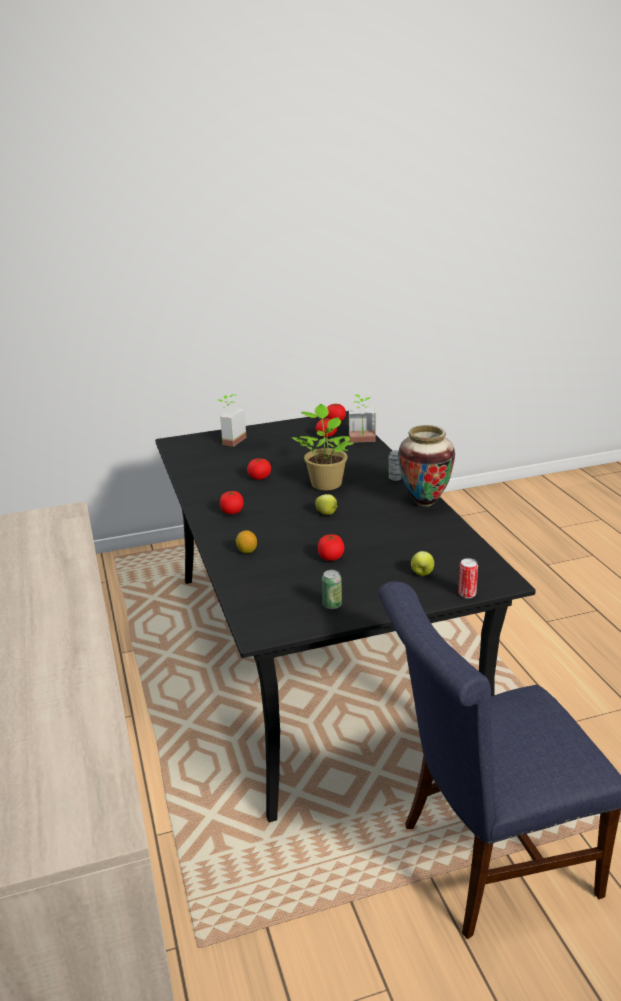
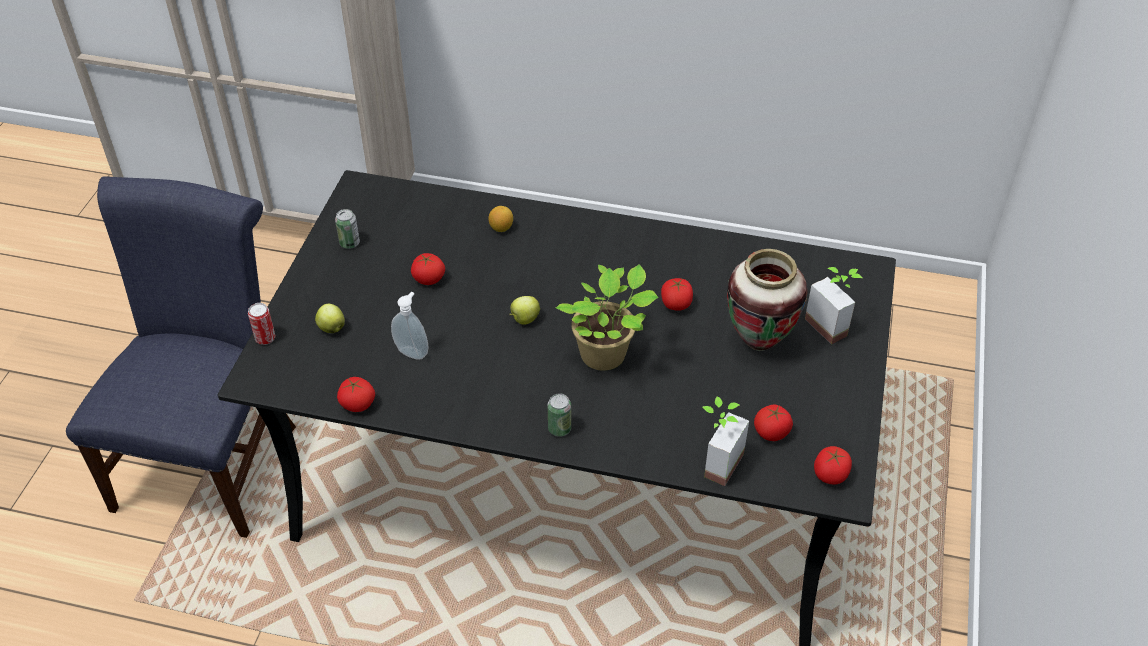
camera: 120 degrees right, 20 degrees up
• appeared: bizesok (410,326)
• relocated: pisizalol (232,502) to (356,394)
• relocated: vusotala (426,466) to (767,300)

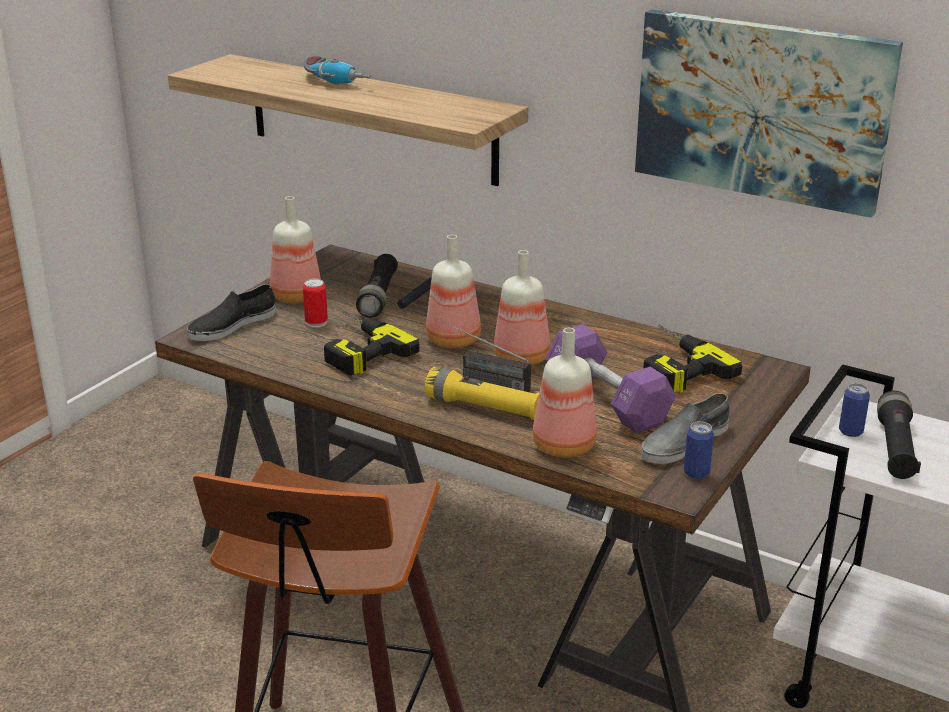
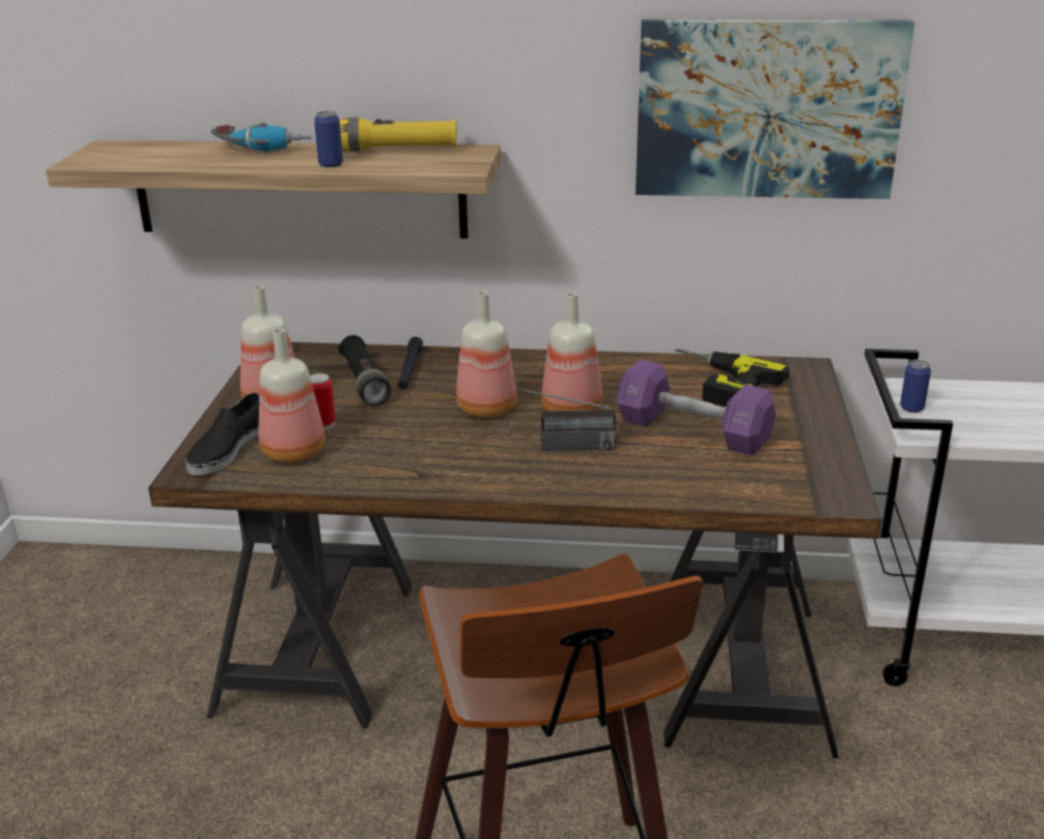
camera: 25 degrees left, 0 degrees up
• missing: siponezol (372,343)
• missing: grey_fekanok (685,428)
• missing: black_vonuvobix (899,435)
• relocated: yellow_vonuvobix (482,393) to (398,134)
• relocated: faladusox (565,393) to (292,395)
• relocated: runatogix (699,450) to (328,139)

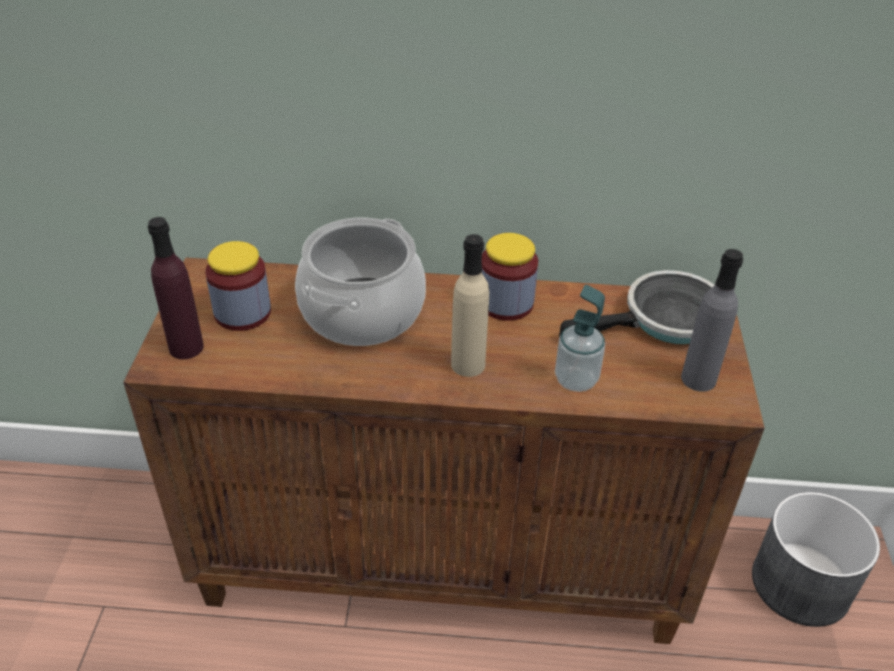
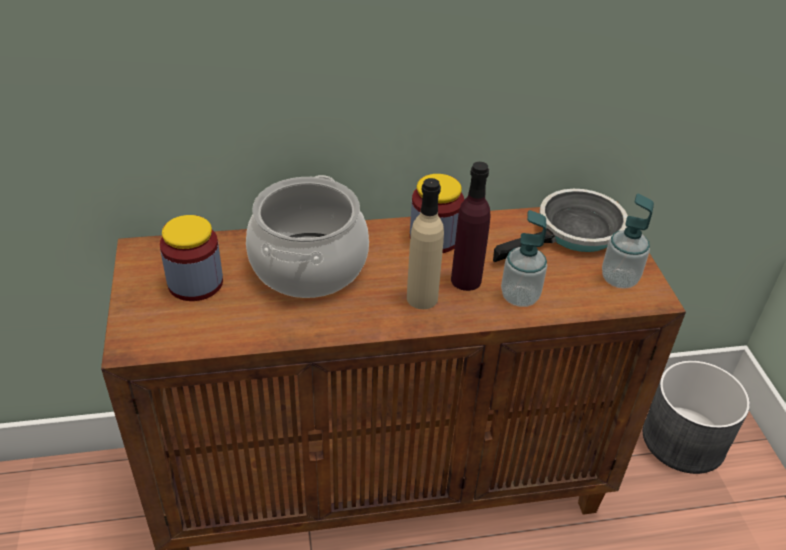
camera: 15 degrees left, 0 degrees up
• relocated: purple_faladusox (176,288) to (470,226)
• exchanged: grey_faladusox (712,320) to bizesok (628,241)

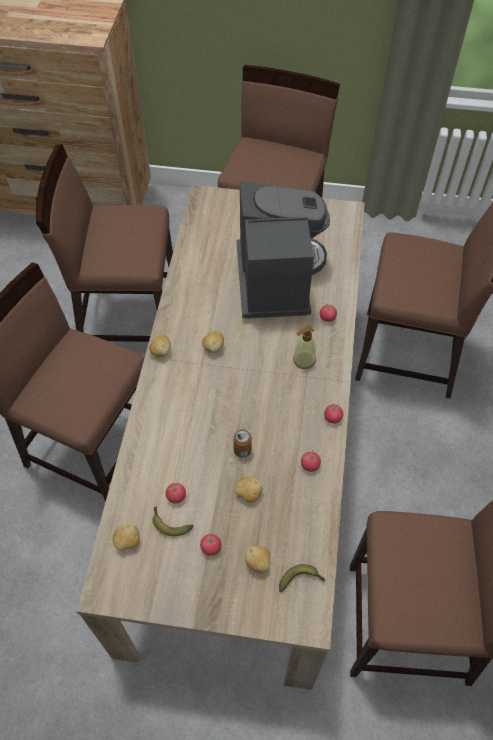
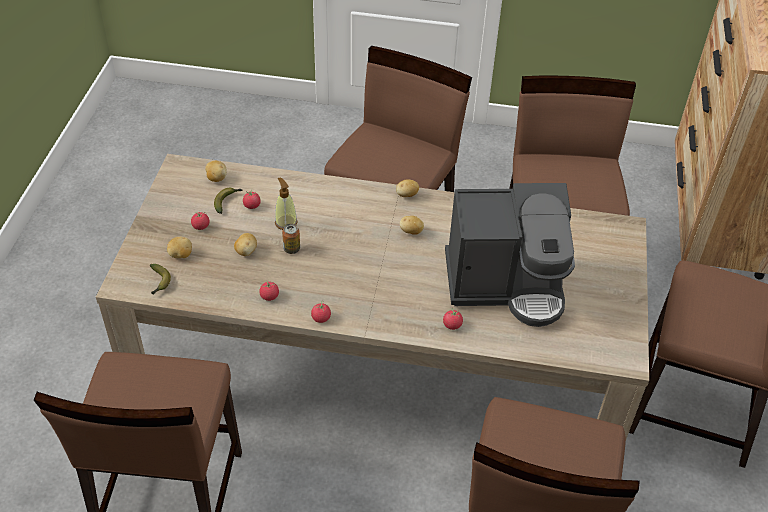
camera: 90 degrees right, 10 degrees down
• relocated: bizesok (304,347) to (286,203)

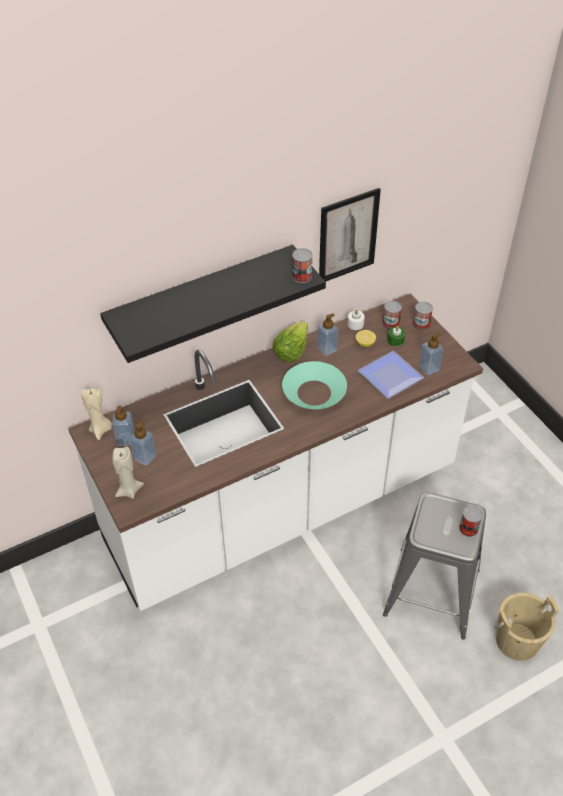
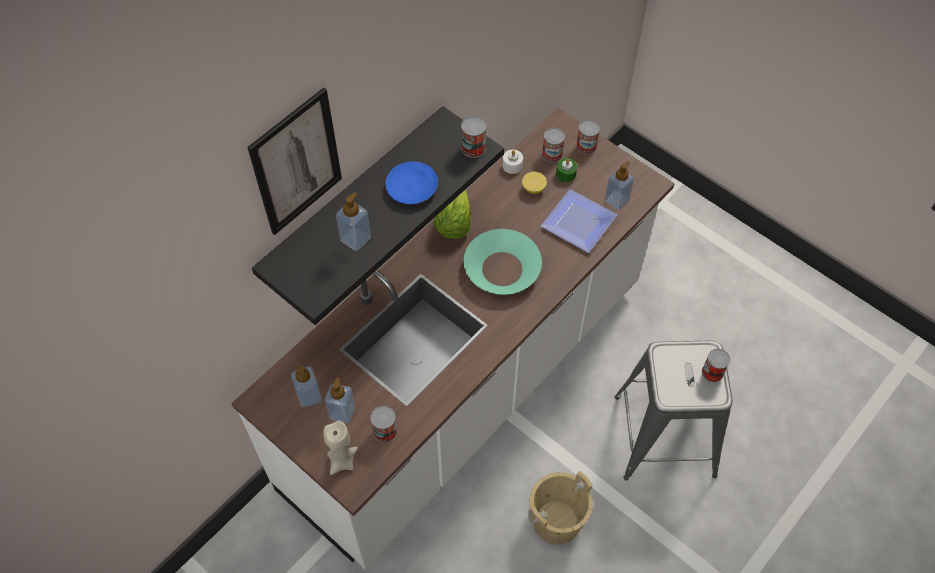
camera: 20 degrees left, 10 degrees up
• missing: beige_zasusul (96,414)
• appeared: runatogix (383,424)
• appeared: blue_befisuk (411,182)
• relocated: bizesok (328,334) to (353,221)
• relocated: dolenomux (350,234) to (294,161)
• relocated: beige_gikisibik (526,626) to (560,508)

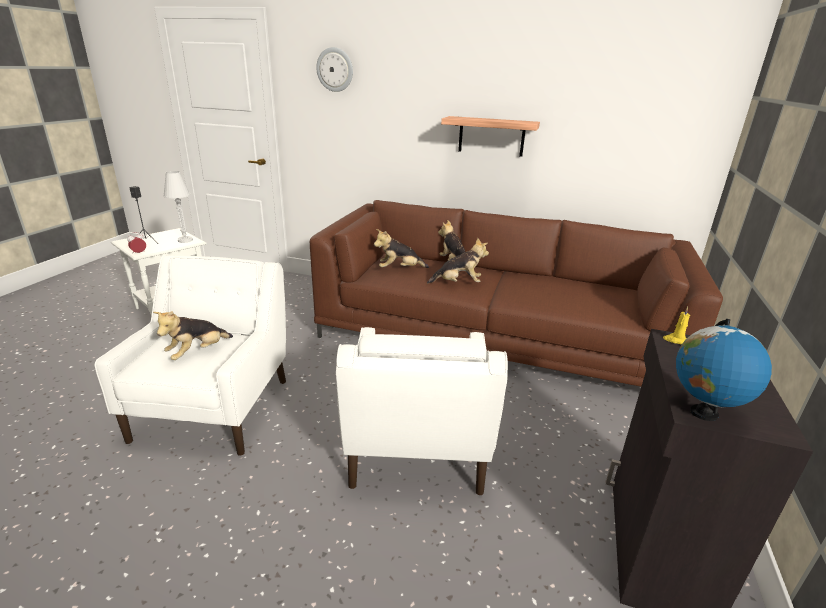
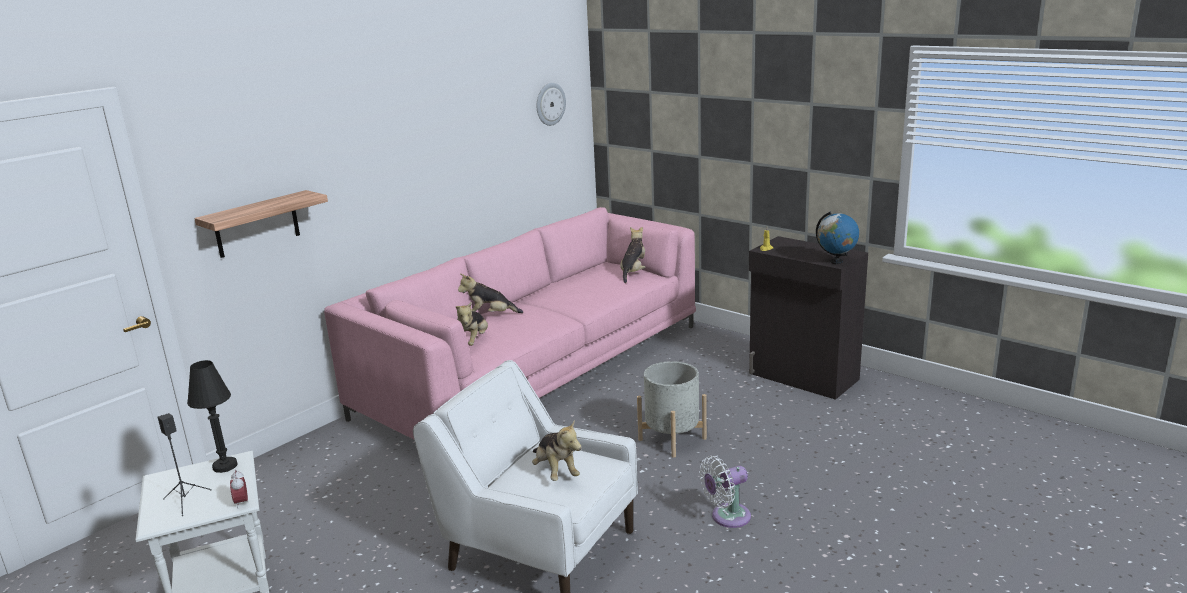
camera: 65 degrees left, 5 degrees down
• appeared: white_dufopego (725,492)
• relocated: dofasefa (334,69) to (551,104)
• relocated: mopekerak (458,261) to (633,255)
• relocated: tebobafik (490,136) to (261,224)
• exchanged: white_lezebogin (422,411) to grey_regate (672,409)
• colour: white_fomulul (178,207) to black_fomulul (212,416)
• colour: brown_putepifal (516,293) to pink_putepifal (510,323)

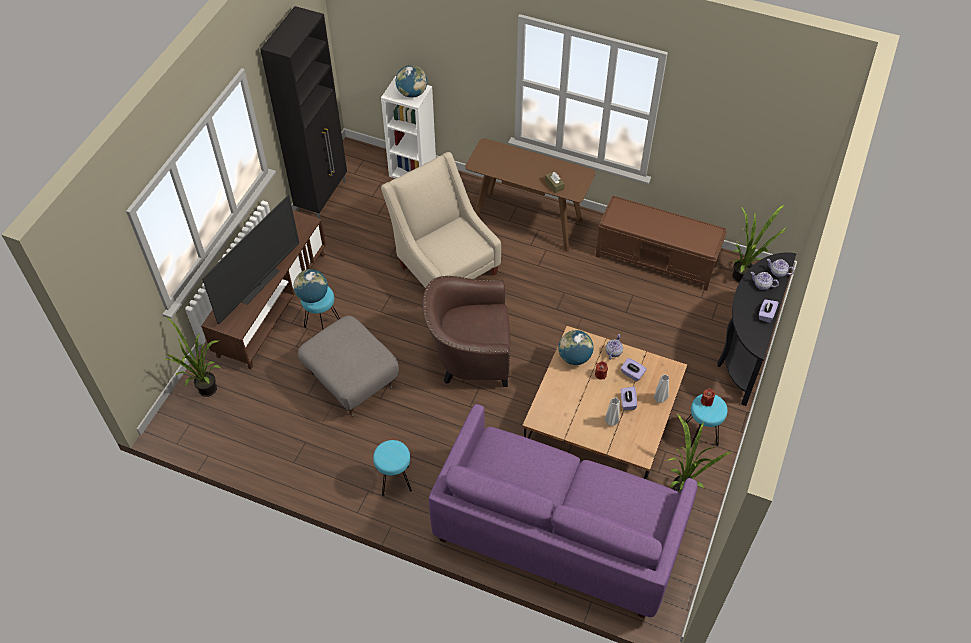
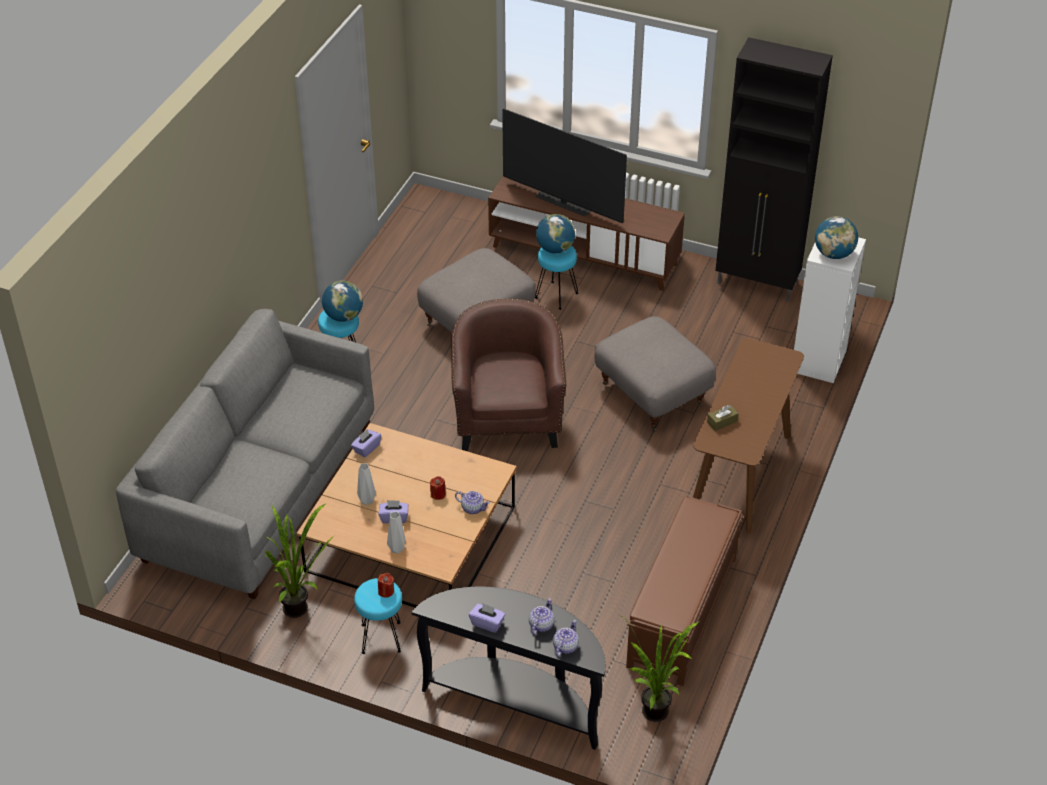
camera: 90 degrees right, 10 degrees down
• missing: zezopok (192,357)
• relocated: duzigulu (576,347) to (342,301)
• relocated: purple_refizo (634,369) to (366,443)
• exchanged: beige_lezebogin (441,220) to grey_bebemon (655,373)
• colour: purple_putepifal (563,511) to grey_putepifal (245,454)

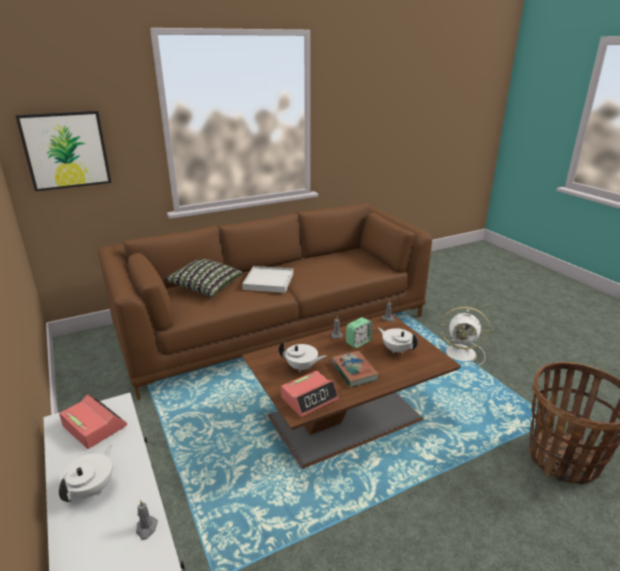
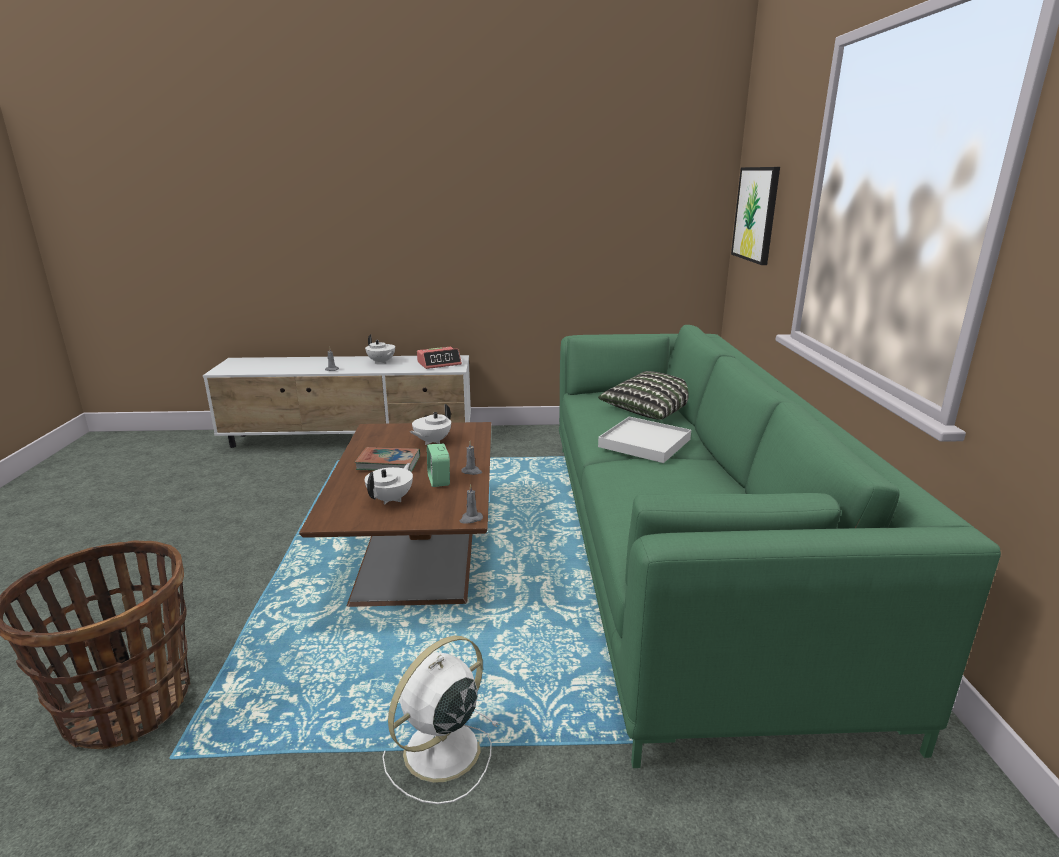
camera: 115 degrees right, 5 degrees down
• missing: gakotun (310,394)
• colour: brown_putepifal (265,301) to green_putepifal (780,546)
• spun: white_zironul (398,340) = (389,484) 45 degrees counterclockwise

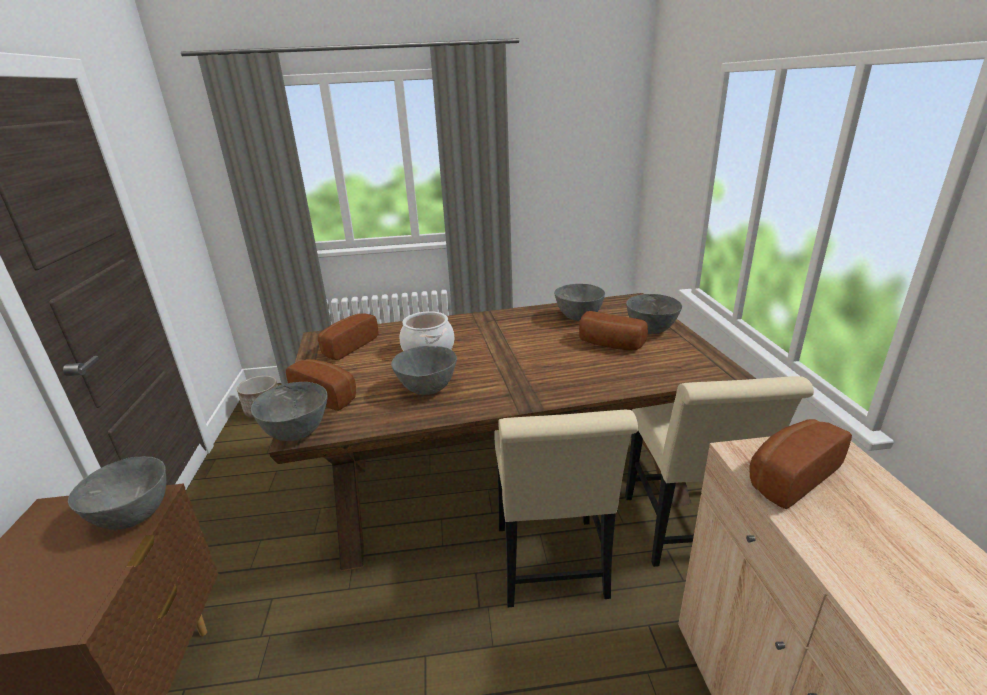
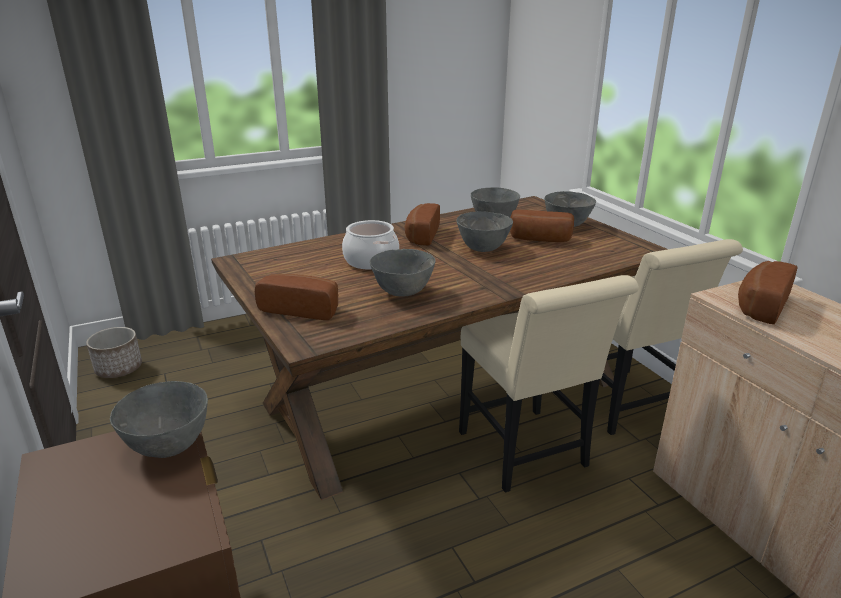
camera: 20 degrees left, 0 degrees up
• relocated: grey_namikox (289,411) to (485,231)
• relocated: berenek (348,336) to (422,224)

